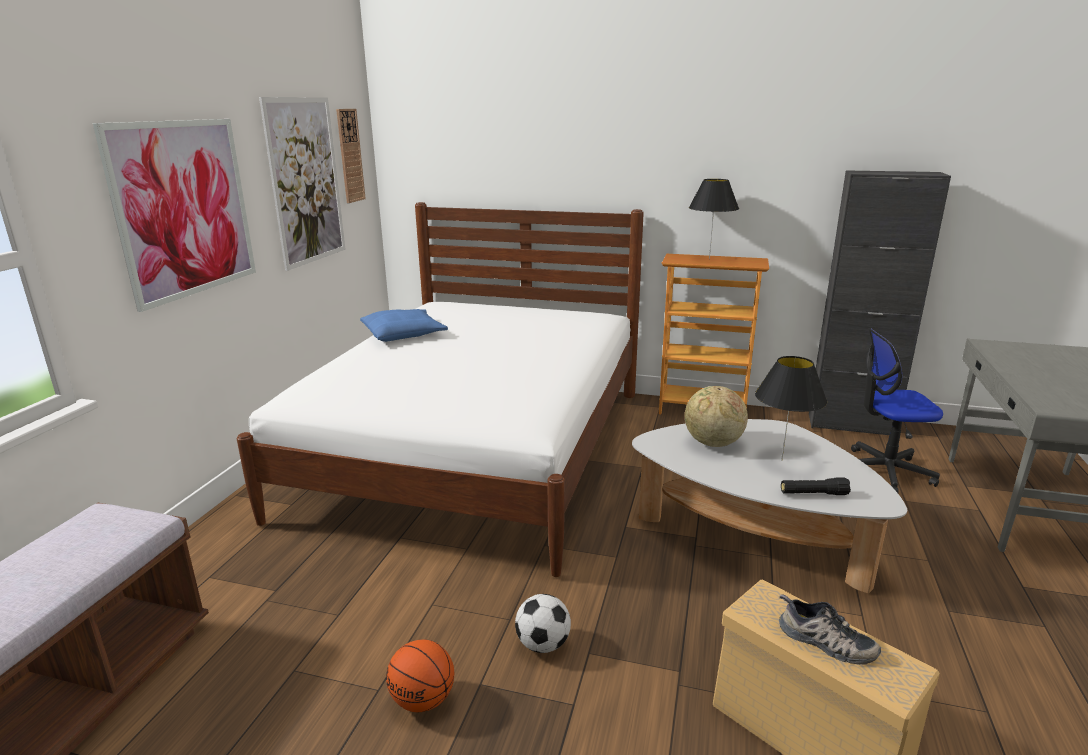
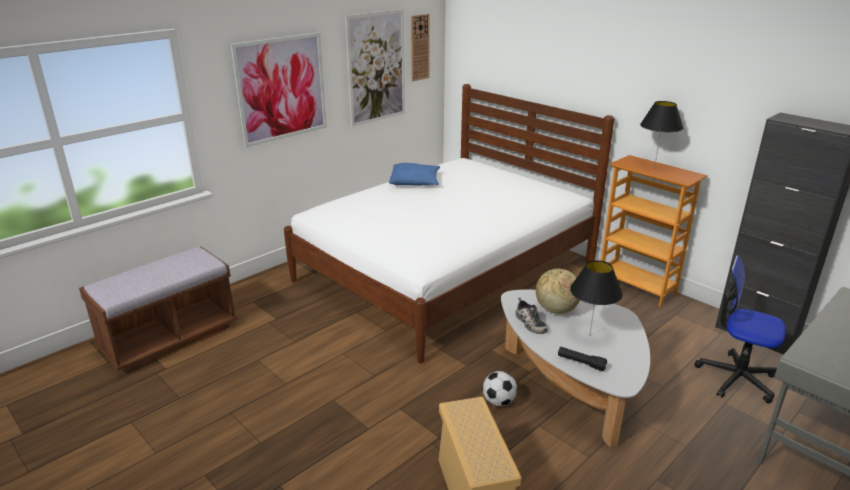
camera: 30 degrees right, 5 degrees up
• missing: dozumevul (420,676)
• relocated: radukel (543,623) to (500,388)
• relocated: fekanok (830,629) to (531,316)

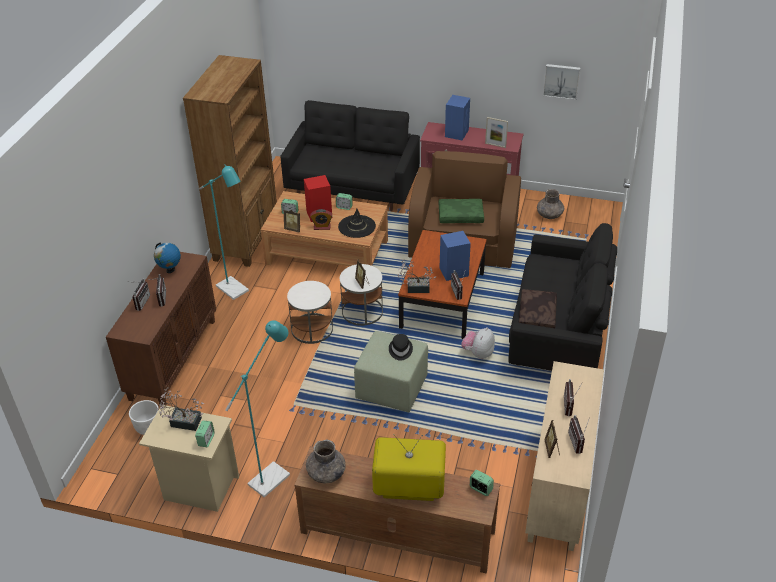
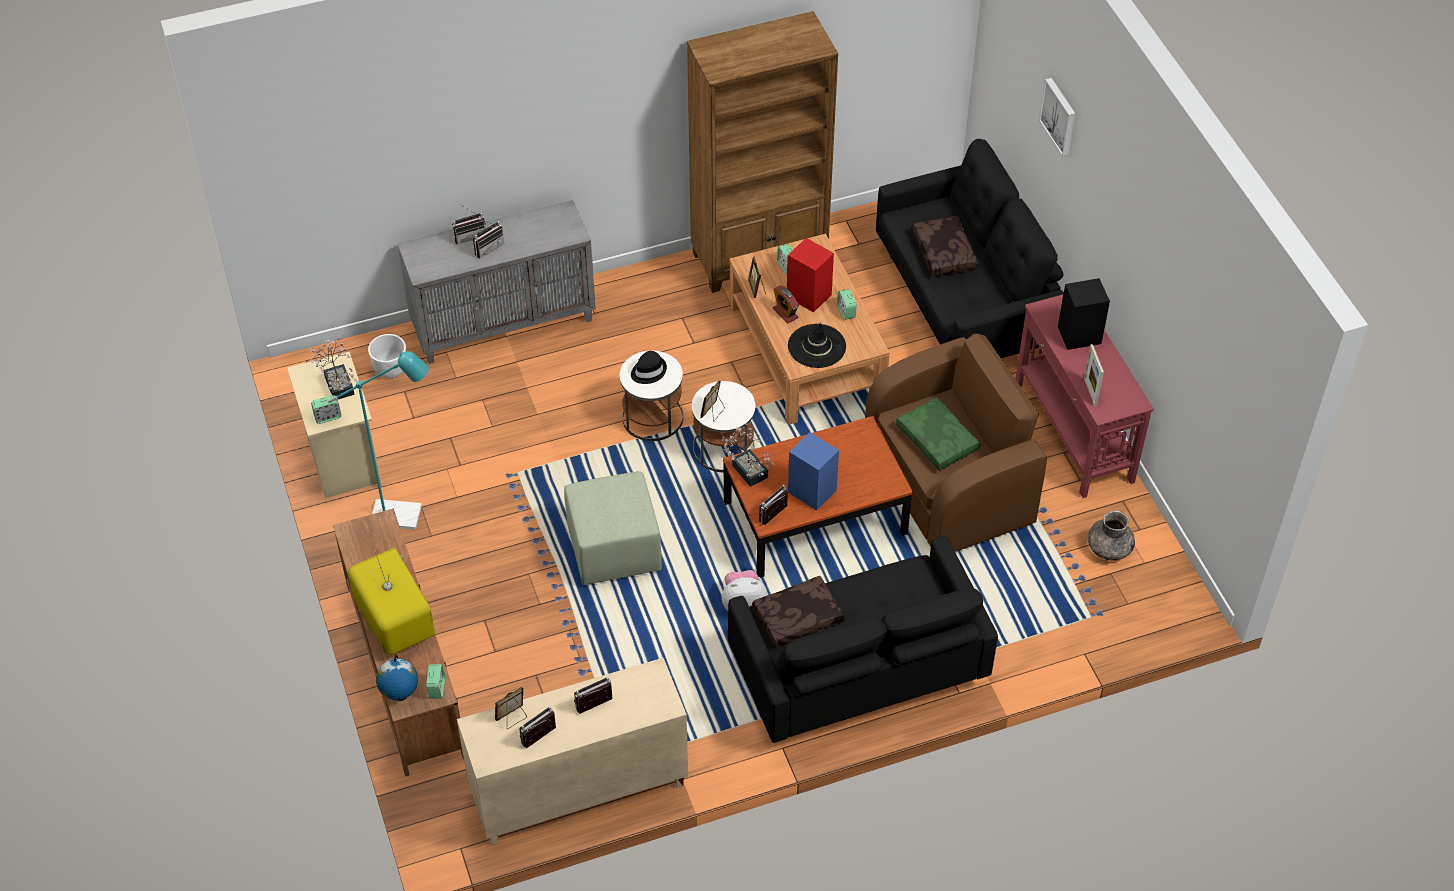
camera: 55 degrees right, 10 degrees up
• missing: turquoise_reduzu (224,232)
• missing: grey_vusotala (326,461)
• appeared: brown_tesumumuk (945,246)
• relocated: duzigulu (167,258) to (397,678)
• relocated: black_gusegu (401,347) to (649,367)
• relocated: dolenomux (562,82) to (1057,117)
• colour: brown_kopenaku (161,329) to grey_kopenaku (497,282)
• colour: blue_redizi (457,117) to black_redizi (1084,314)

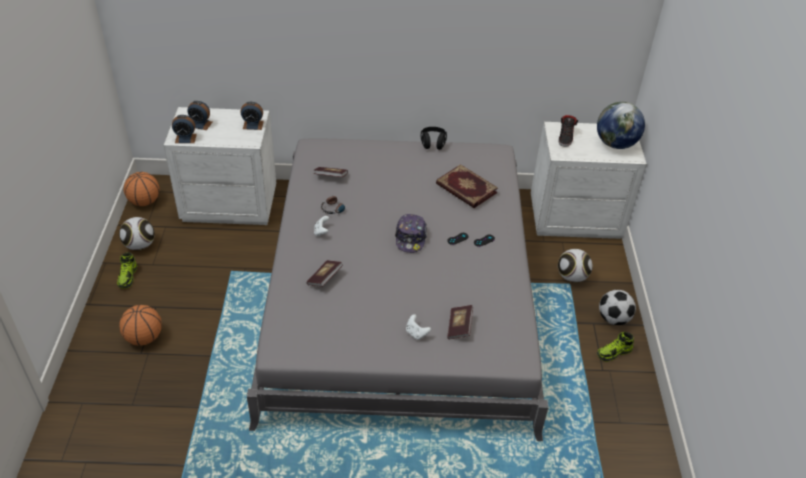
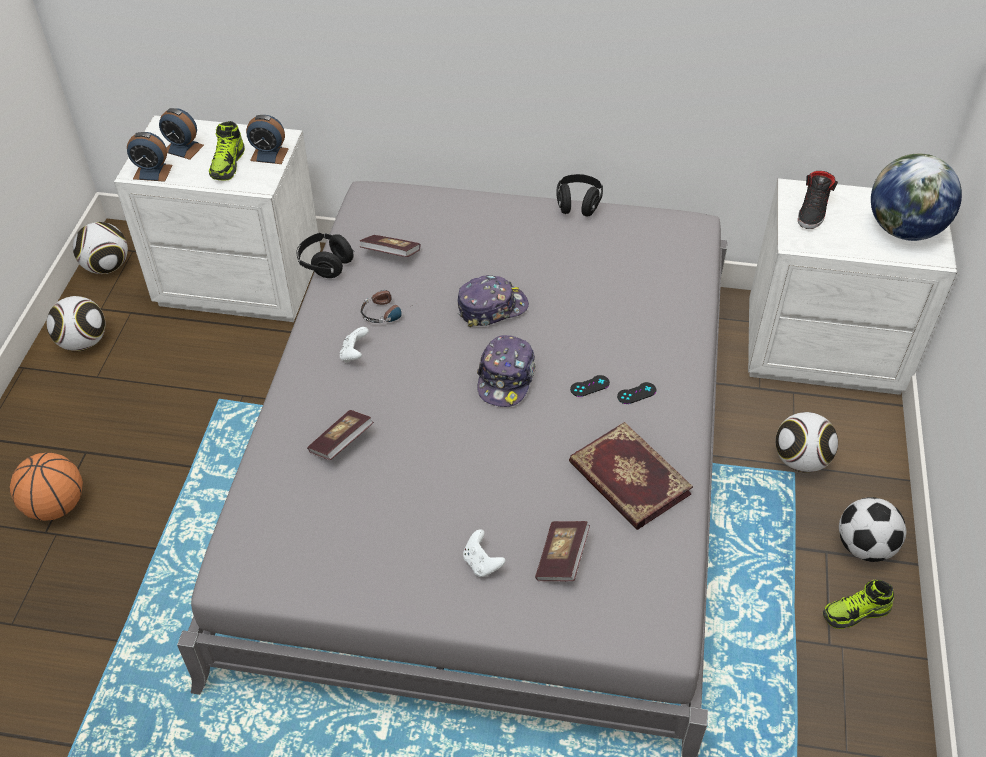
camera: 10 degrees right, 5 degrees up
• appeared: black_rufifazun (325,255)
• appeared: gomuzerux (493,301)
• relocated: fekanok (127,270) to (227,151)
• relocated: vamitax (467,186) to (631,476)
• exchanged: dozumevul (141,189) to radukel (100,248)

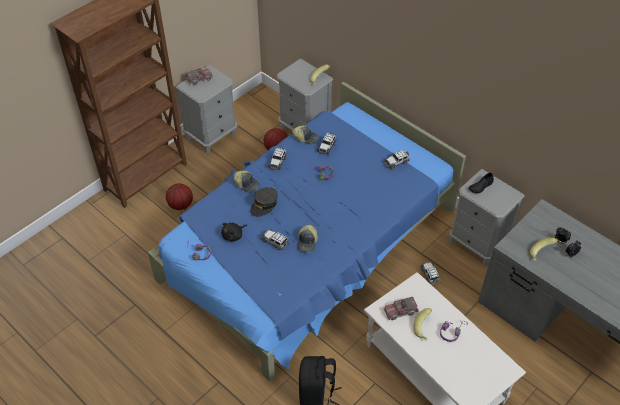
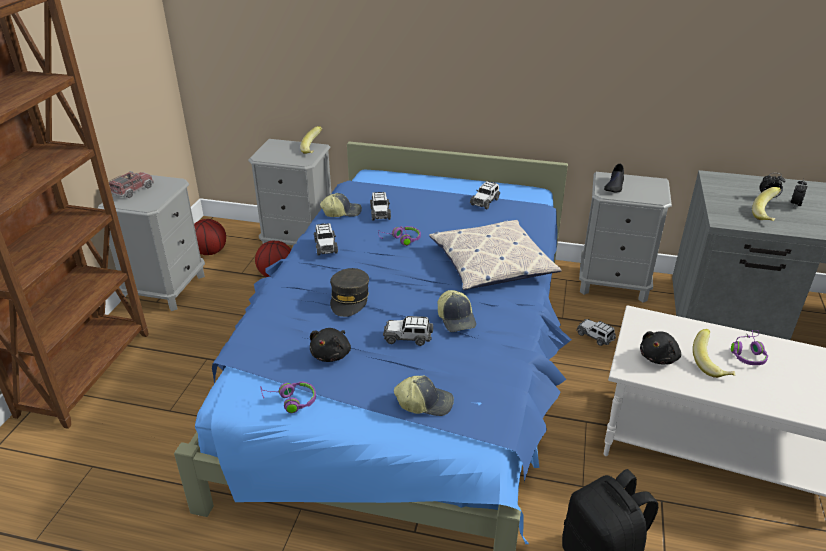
camera: 30 degrees left, 15 degrees down
• appeared: tesumumuk (495,255)
• relocated: dozumevul (179,196) to (210,237)
• relocated: gomuzerux (247,181) to (424,396)
• exchanged: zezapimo (401,308) to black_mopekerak (660,347)

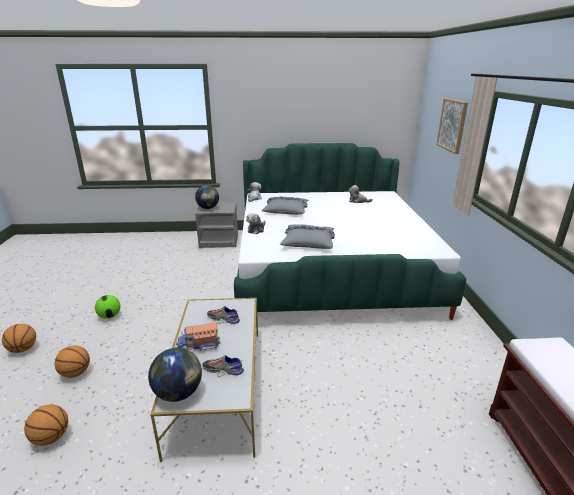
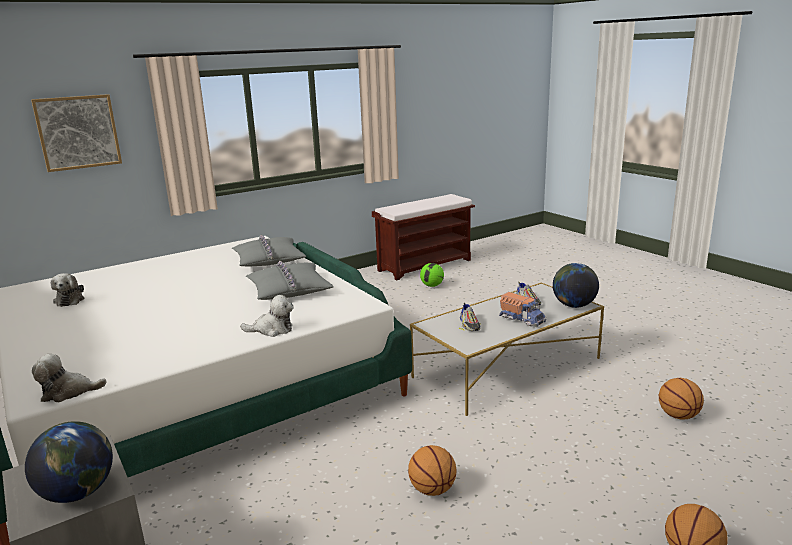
camera: 120 degrees left, 5 degrees down
• relocated: dozumevul (72,361) to (432,470)
• relocated: radukel (107,307) to (432,275)
• relocated: grey_tesumumuk (284,206) to (269,250)

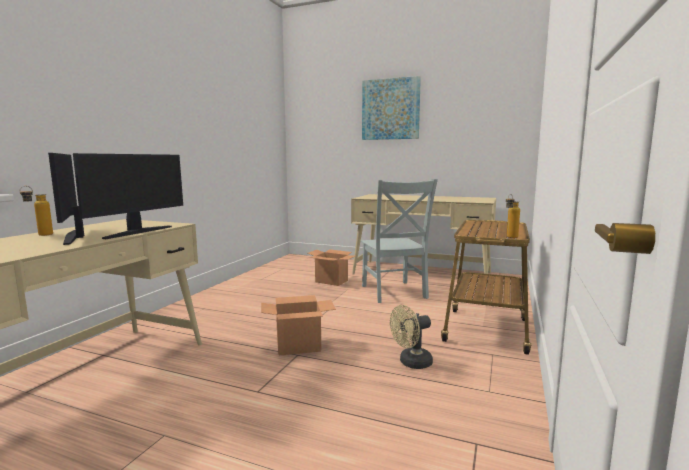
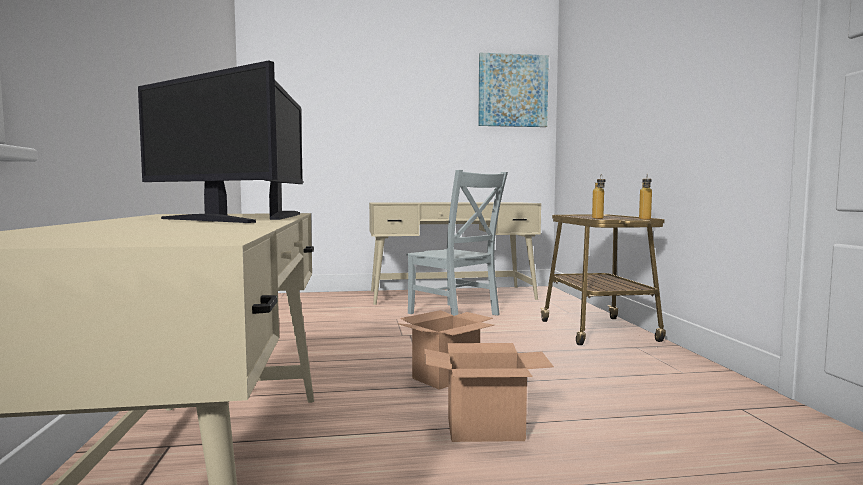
camera: 30 degrees left, 5 degrees down
• missing: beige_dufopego (411,337)
• relocated: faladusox (36,211) to (598,196)
• relocated: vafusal (331,267) to (489,392)
• relocated: dolenomux (391,108) to (513,90)

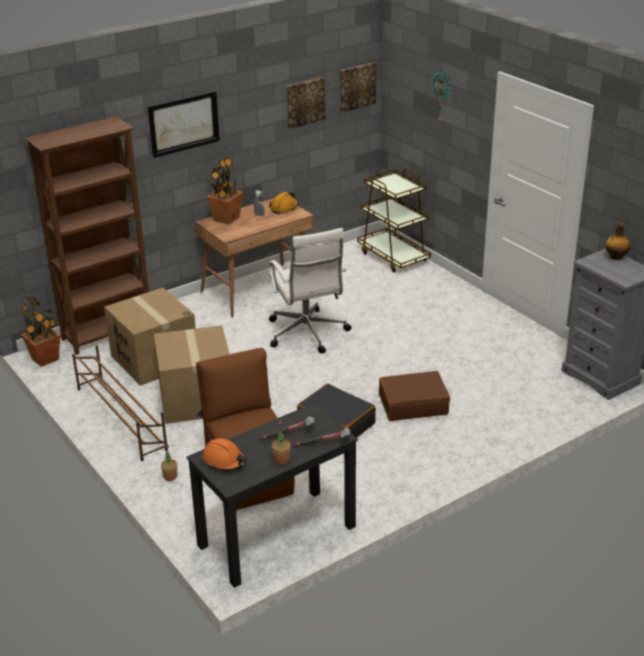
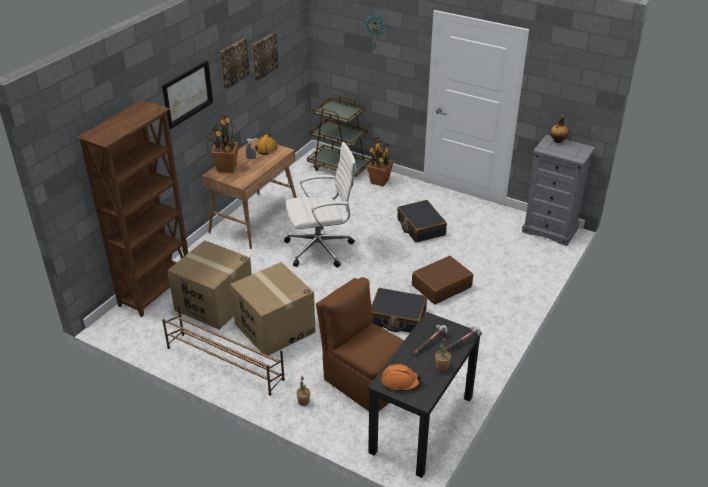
camera: 25 degrees left, 5 degrees up
• appeared: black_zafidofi (422,221)
• relocated: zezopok (41,332) to (380,161)
• relocated: dolenomux (358,87) to (235,63)
• spun: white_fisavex (310,291) = (320,204) 60 degrees counterclockwise

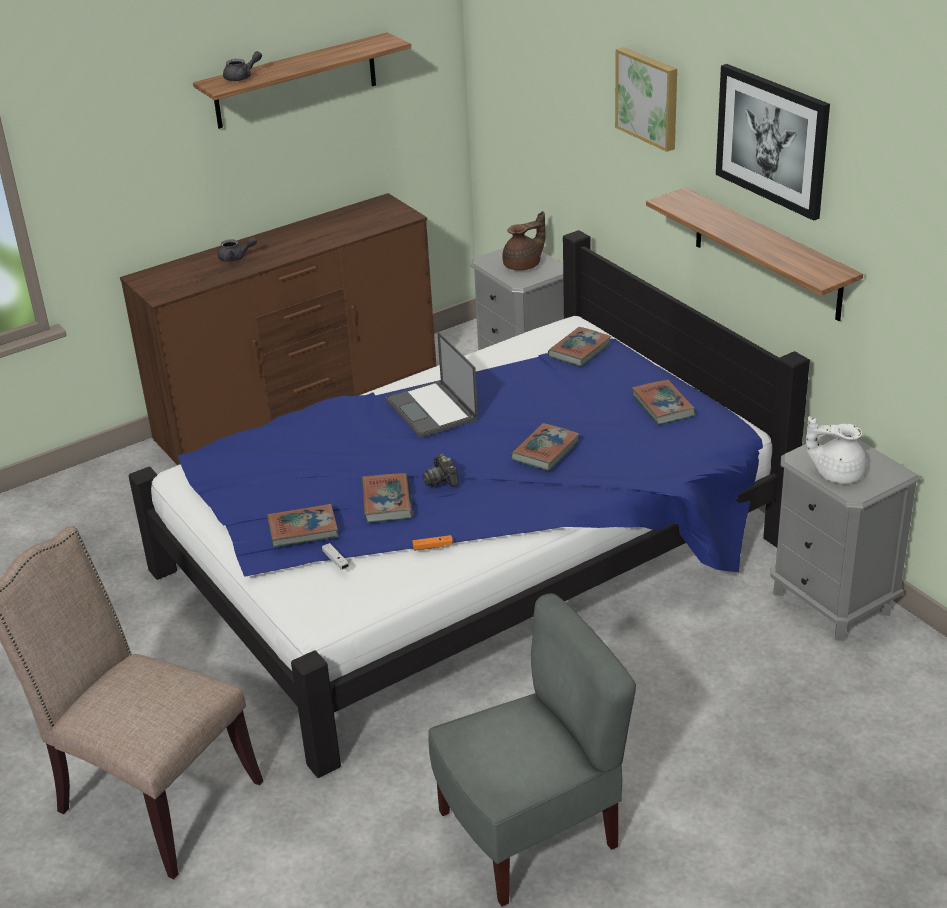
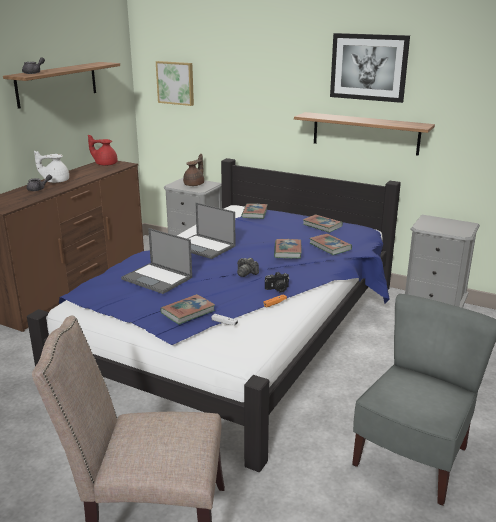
camera: 30 degrees left, 10 degrees down
• appeared: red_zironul (103,150)
• appeared: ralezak (156,261)
• appeared: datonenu (277,282)
• relocated: vamitax (387,498) to (330,244)
• relocated: dolenomux (646,99) to (175,83)
• relocated: white_zironul (836,450) to (51,167)

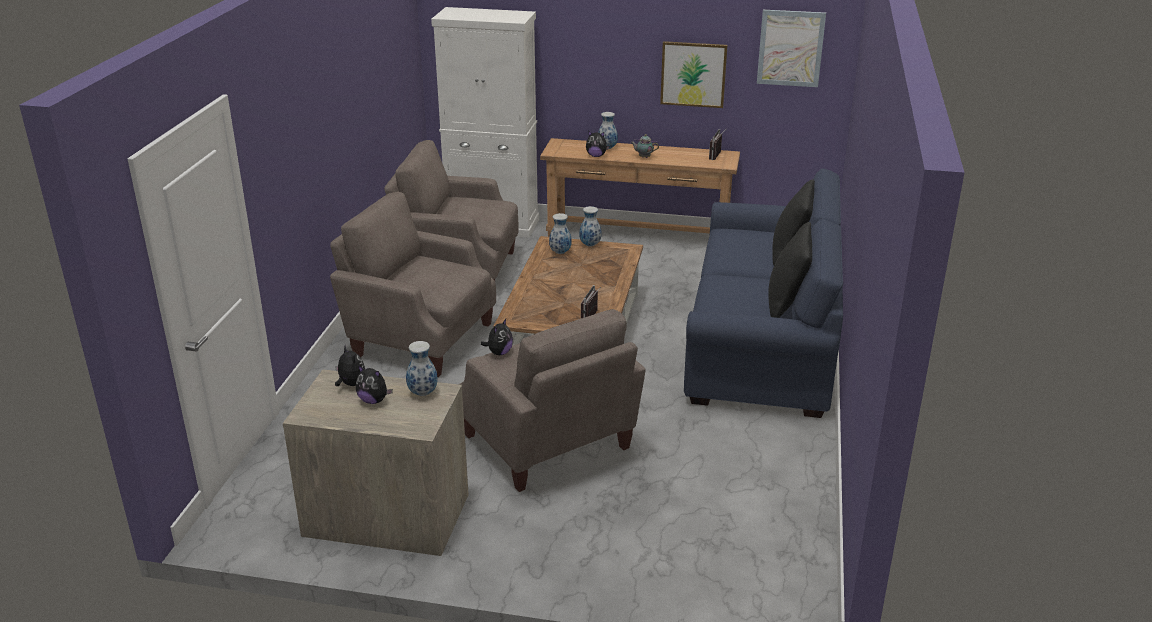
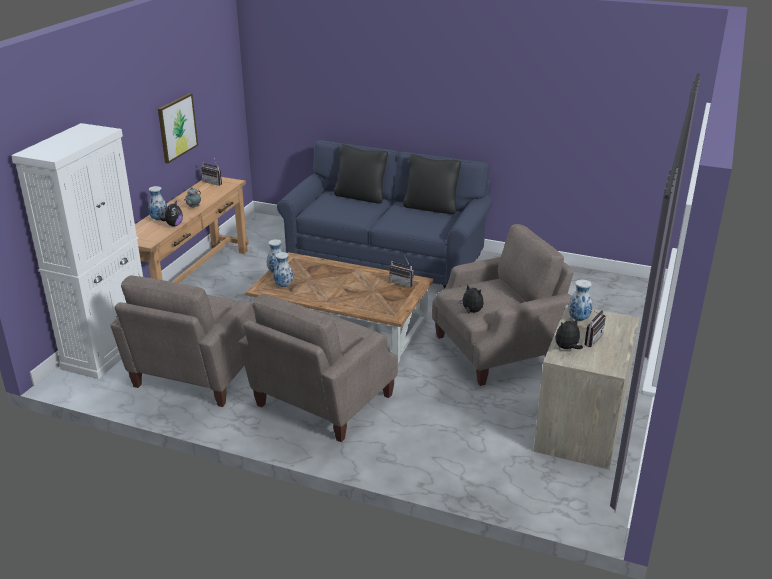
camera: 80 degrees left, 0 degrees up
• missing: dolenomux (791,48)
• exchanged: mopekerak (374,384) to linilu (595,327)

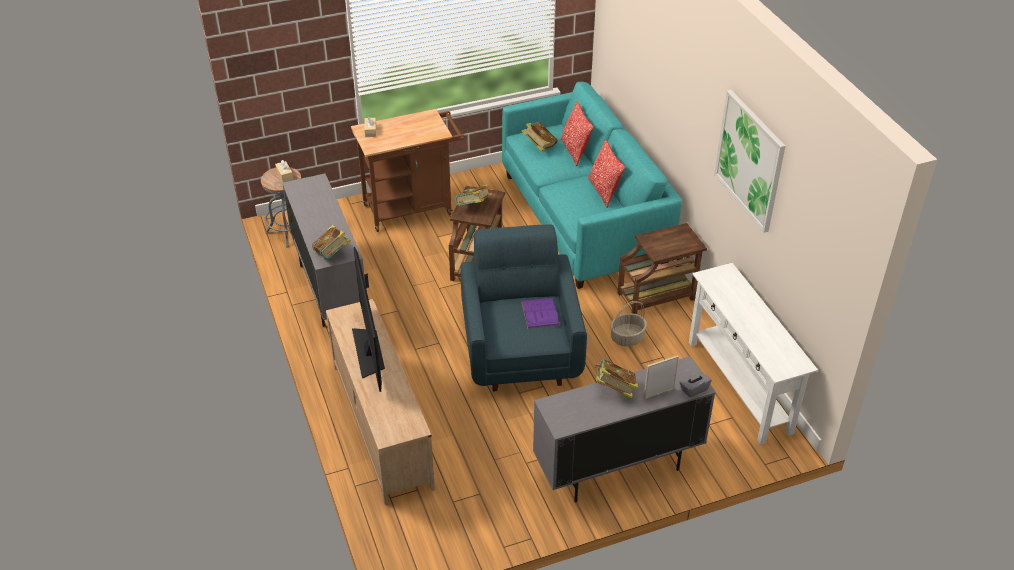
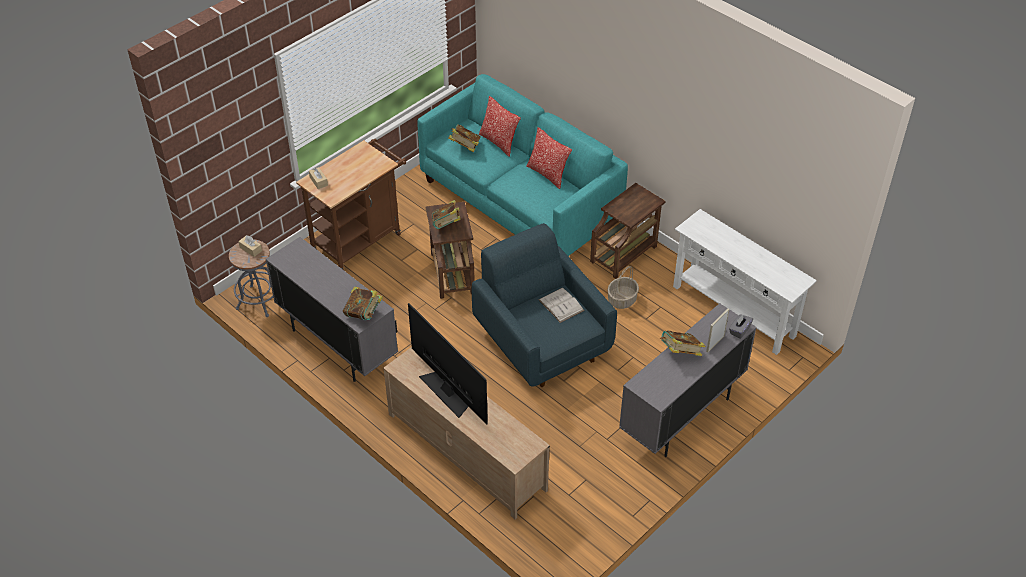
camera: 25 degrees left, 5 degrees up
• missing: dolenomux (749,161)
• colour: purple_vamitax (540,313) to white_vamitax (561,305)

